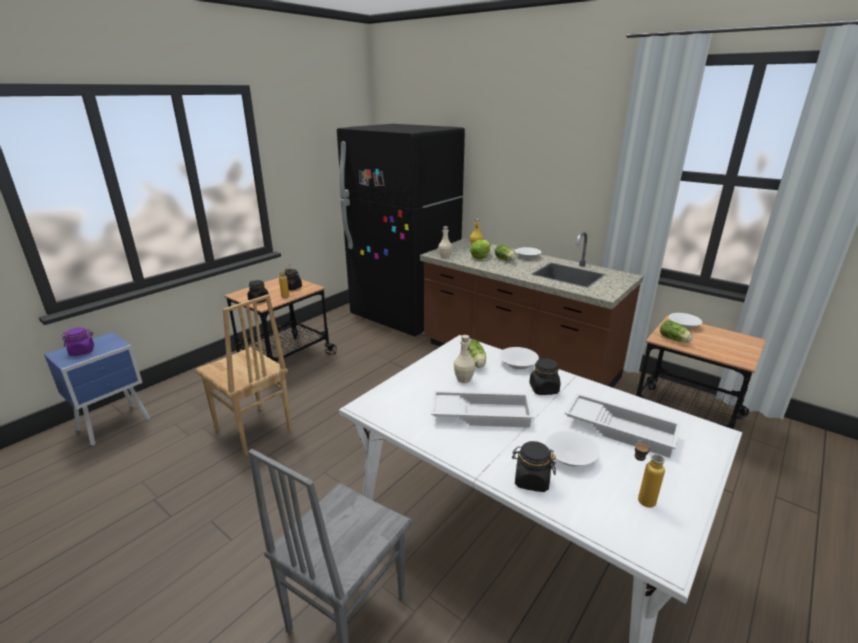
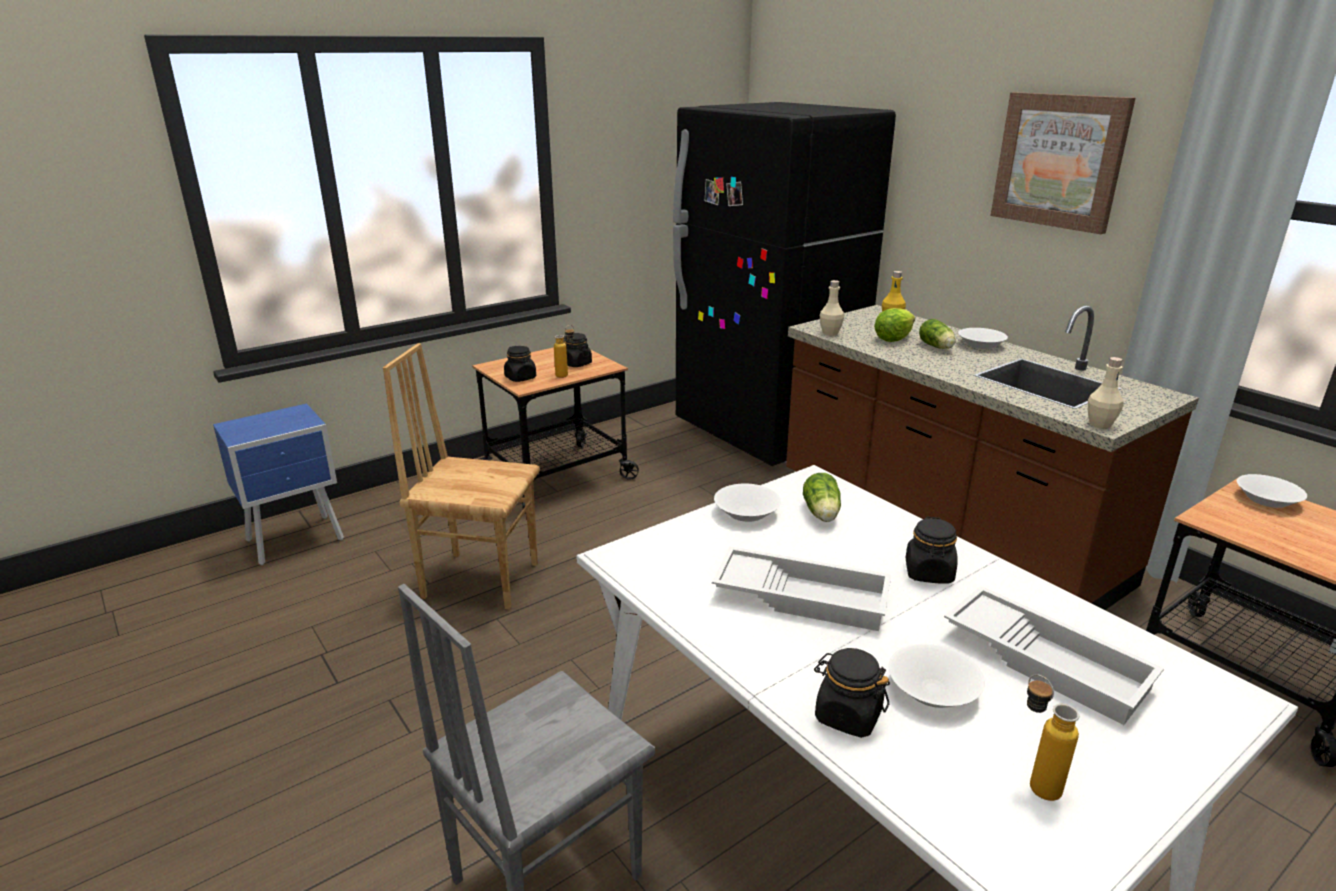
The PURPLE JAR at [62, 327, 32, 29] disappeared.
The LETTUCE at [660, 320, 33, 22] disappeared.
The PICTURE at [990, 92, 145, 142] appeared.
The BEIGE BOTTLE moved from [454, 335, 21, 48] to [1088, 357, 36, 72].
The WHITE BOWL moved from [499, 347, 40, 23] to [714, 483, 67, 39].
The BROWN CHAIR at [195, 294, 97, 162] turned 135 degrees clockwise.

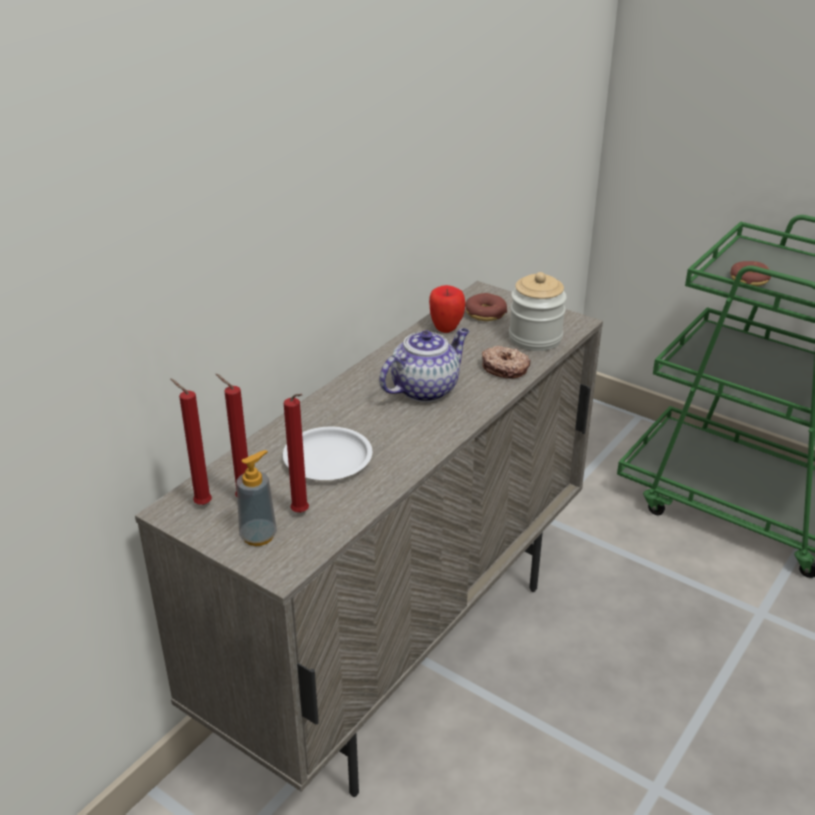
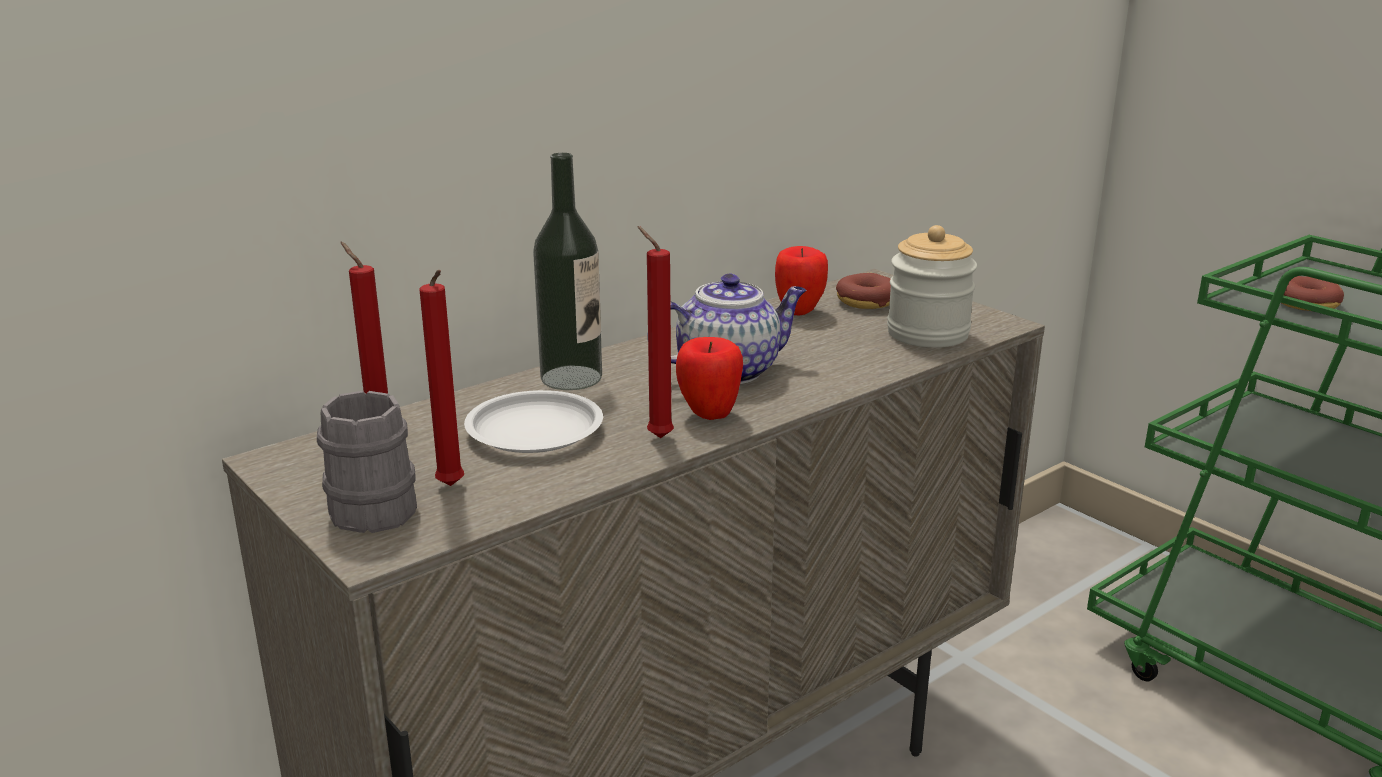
The DONUT at [482, 346, 49, 33] disappeared.
The BOTTLE at [533, 153, 69, 237] appeared.
The APPLE at [676, 337, 67, 83] appeared.
The RED CANDLE moved from [170, 379, 42, 126] to [637, 226, 37, 212].
The SOAP DISPENSER at [236, 450, 41, 96] was replaced by the GREY MUG at [317, 391, 100, 142].

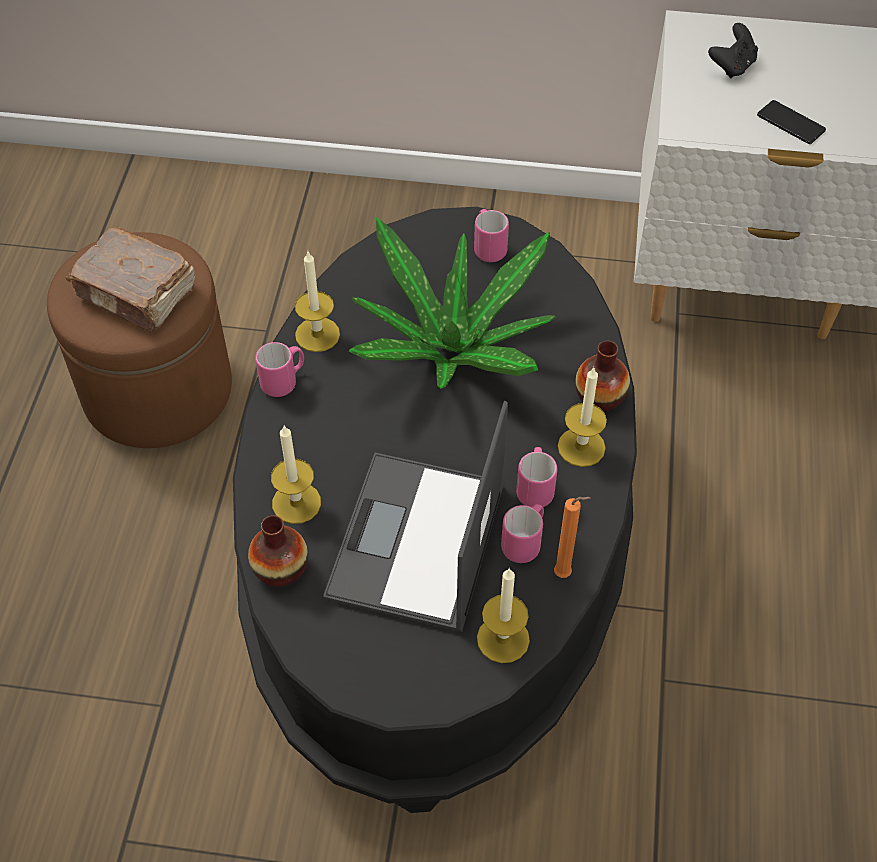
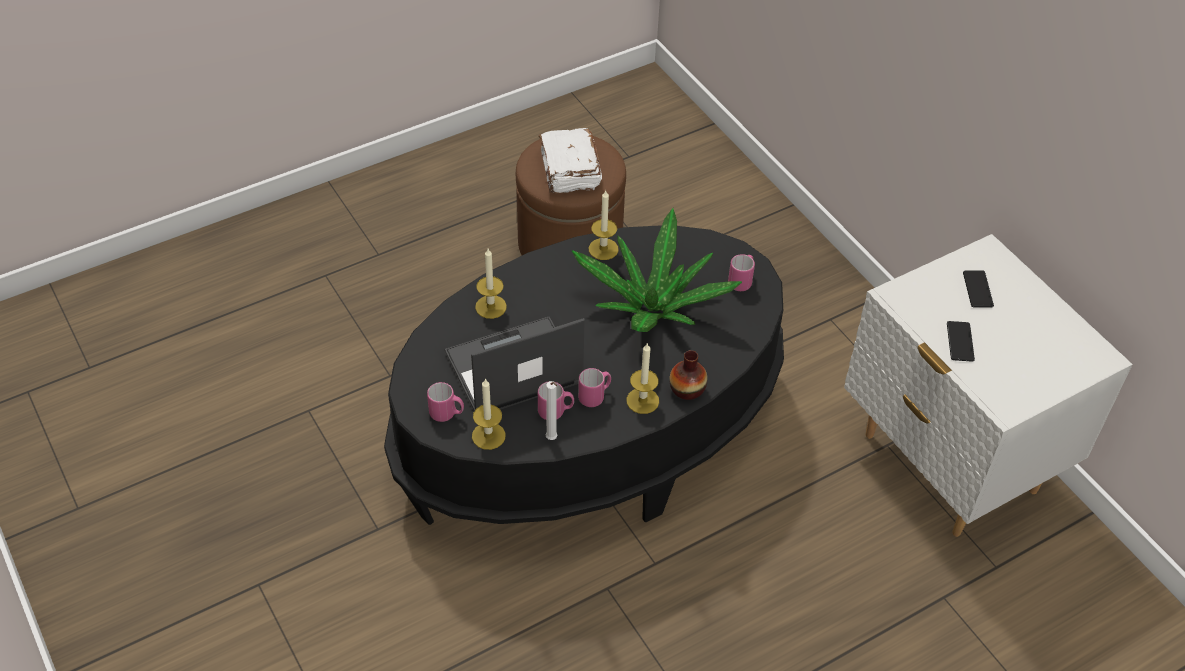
The VASE at [248, 515, 60, 72] disappeared.
The PINK MUG moved from [255, 342, 49, 55] to [427, 382, 37, 40].
The BLACK GAME CONTROLLER at [708, 23, 50, 56] was replaced by the PHONE at [963, 270, 31, 38].
The BROWN BOOK at [66, 227, 129, 105] became the WHITE BOOK at [539, 128, 63, 66].
The ORANGE CANDLE at [554, 497, 37, 81] became the WHITE CANDLE at [546, 381, 11, 59].

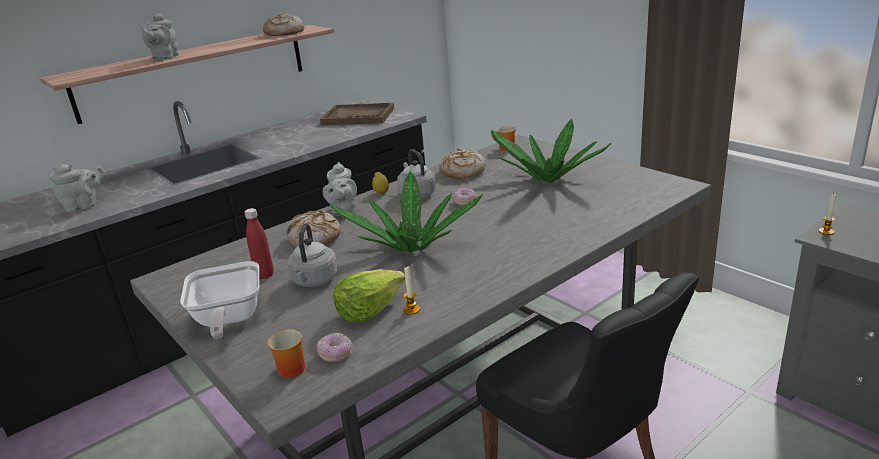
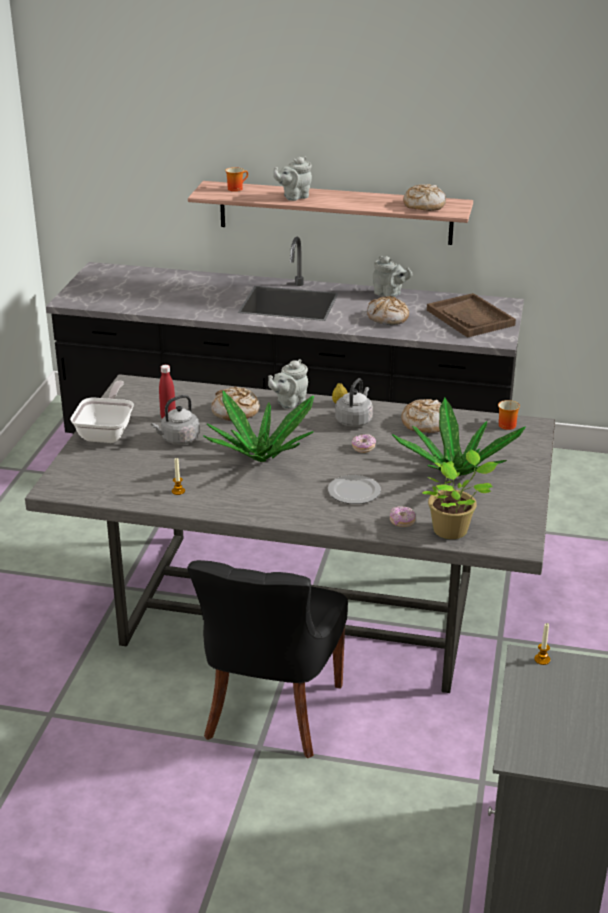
The LETTUCE at [333, 269, 72, 53] disappeared.
The PLATE at [328, 475, 53, 29] appeared.
The BREAD at [367, 296, 42, 29] appeared.
The POTTED PLANT at [422, 449, 76, 90] appeared.
The GREY TEAPOT moved from [50, 164, 56, 48] to [373, 256, 40, 41].
The MUG moved from [267, 330, 38, 48] to [225, 167, 23, 25].
The DONUT moved from [316, 333, 37, 29] to [390, 506, 25, 21].
The FRYING PAN at [180, 261, 79, 78] turned 150 degrees clockwise.

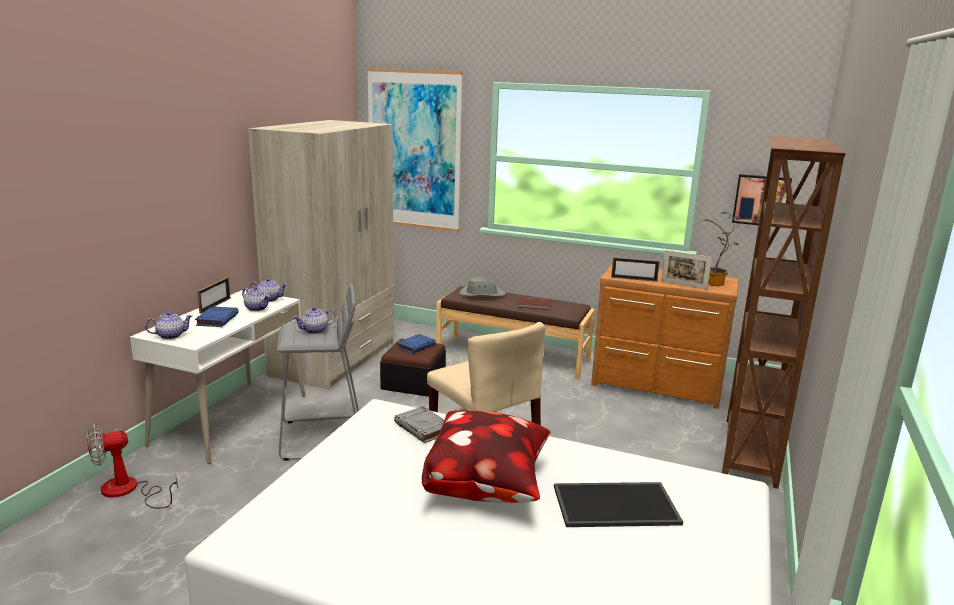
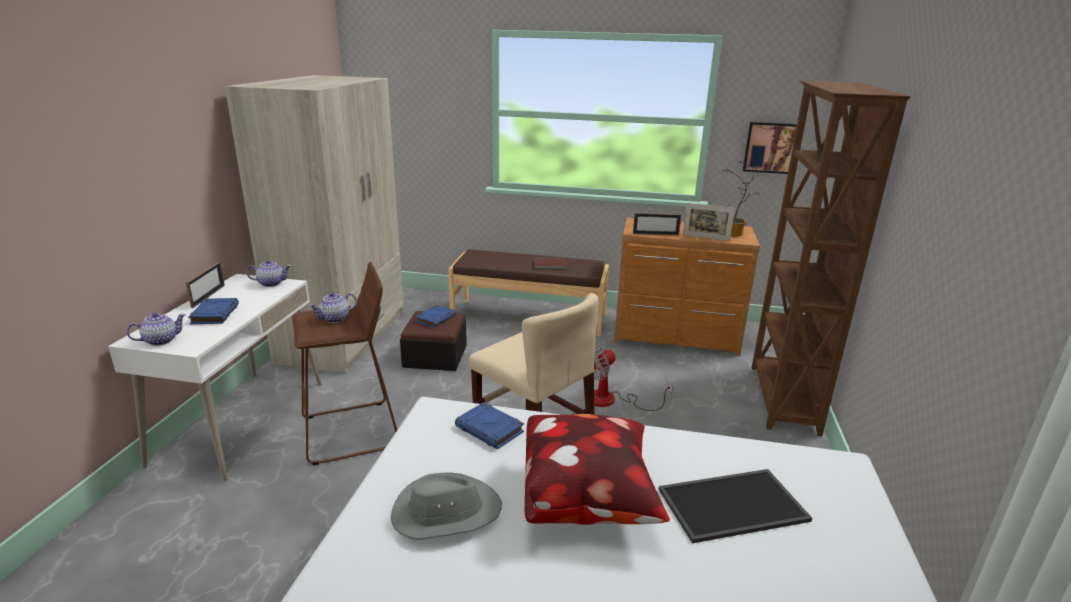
The TEAPOT at [242, 287, 28, 24] disappeared.
The PICTURE at [366, 68, 97, 164] disappeared.
The FAN moved from [87, 424, 91, 85] to [594, 346, 79, 65].
The GREY HAT moved from [459, 277, 47, 20] to [391, 472, 111, 68].
The GREY STOOL at [277, 284, 82, 176] became the BROWN STOOL at [292, 262, 105, 203].
The GREY BOOK at [394, 406, 50, 37] became the BLUE BOOK at [455, 402, 69, 48].

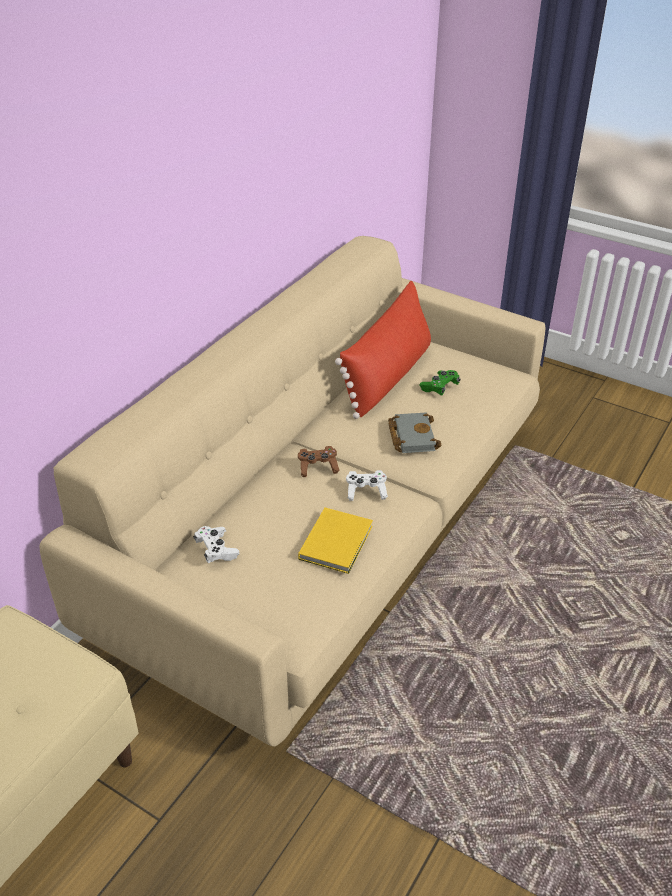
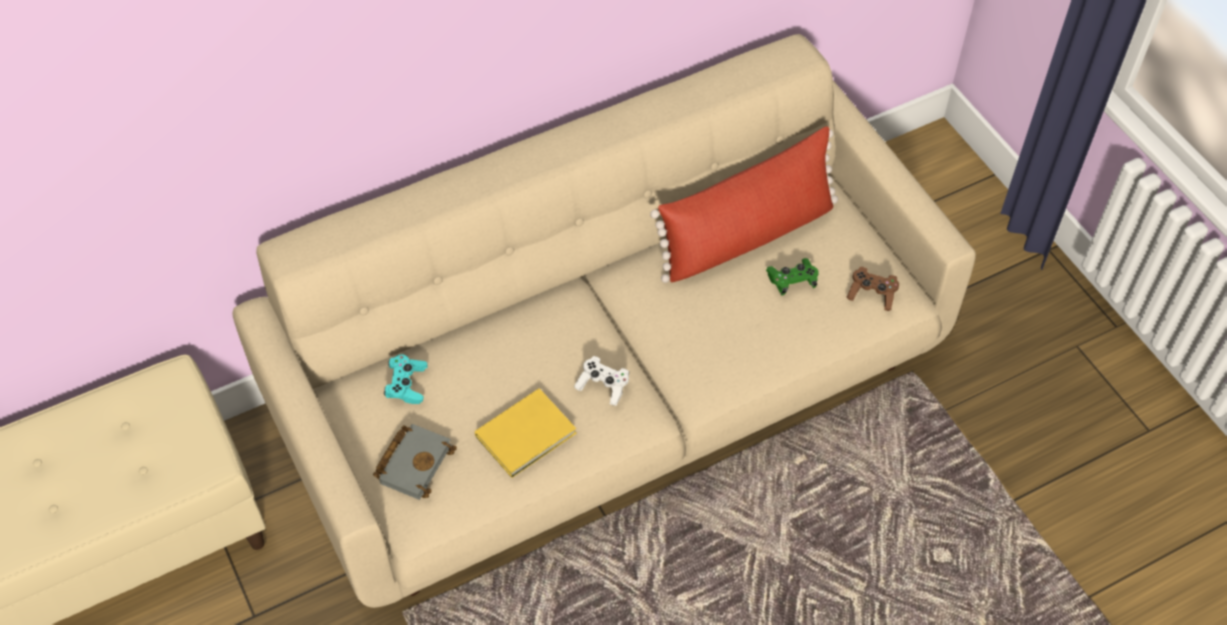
The BROWN GAME CONTROLLER moved from [298, 446, 42, 31] to [847, 267, 52, 44].
The GREY BOOK moved from [388, 412, 54, 41] to [373, 424, 84, 76].
The WHITE GAME CONTROLLER at [193, 526, 46, 37] became the TURQUOISE GAME CONTROLLER at [384, 355, 44, 49].

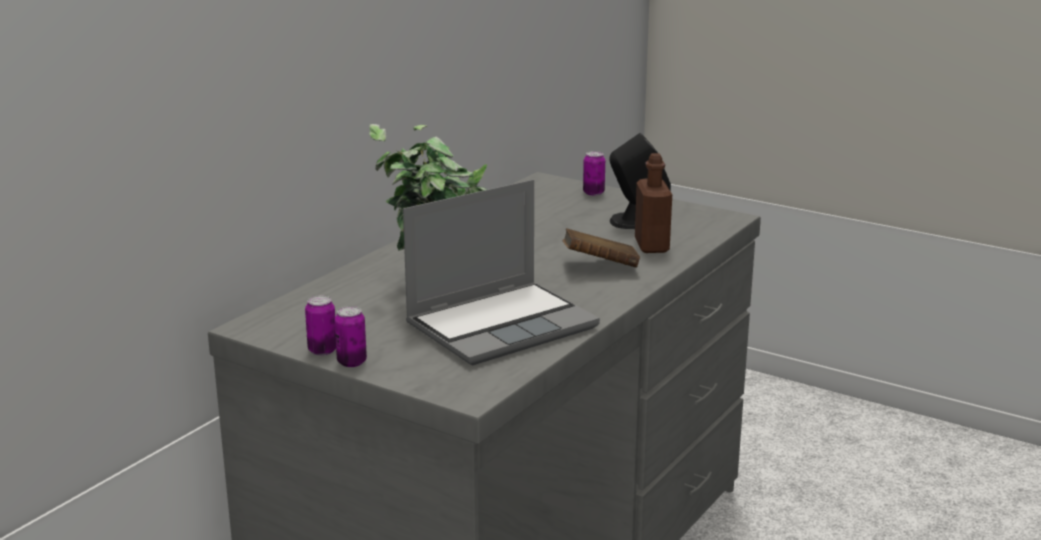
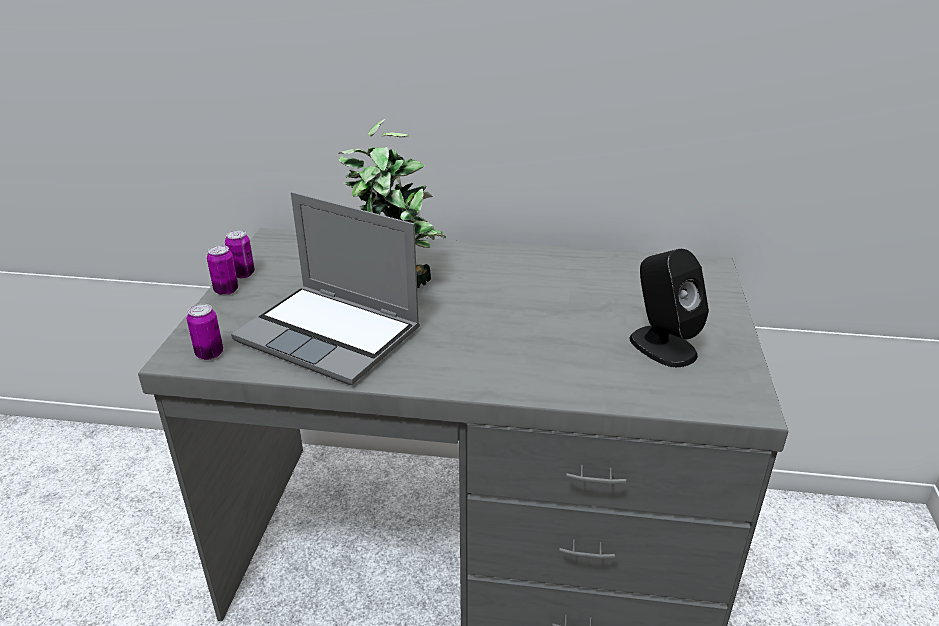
The BROWN BOOK at [563, 228, 77, 40] disappeared.
The BROWN BOTTLE at [635, 153, 37, 100] disappeared.
The CAN moved from [583, 151, 22, 45] to [187, 304, 36, 56].

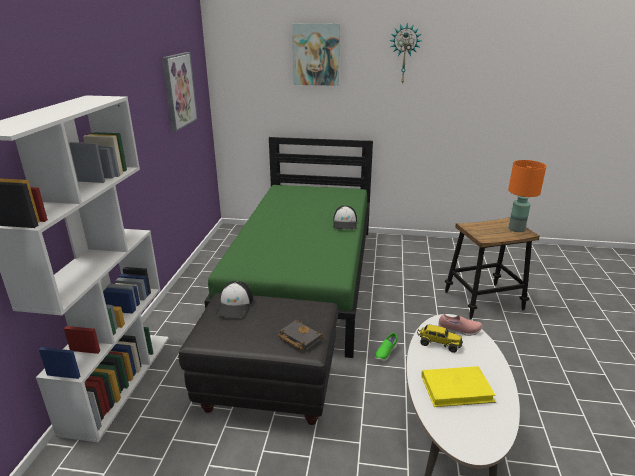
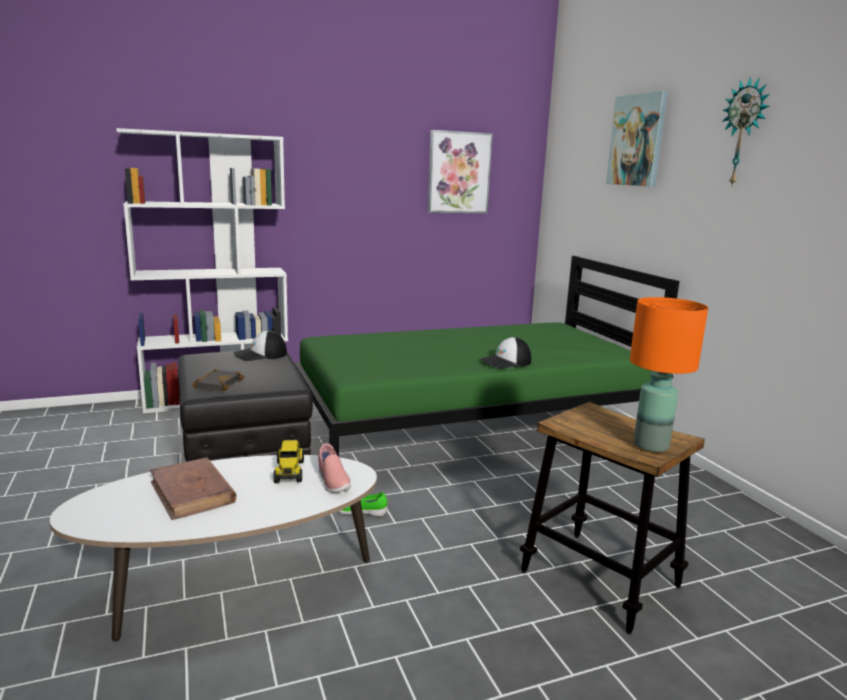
The YELLOW BOOK at [421, 366, 75, 41] became the BROWN BOOK at [150, 457, 86, 63].

